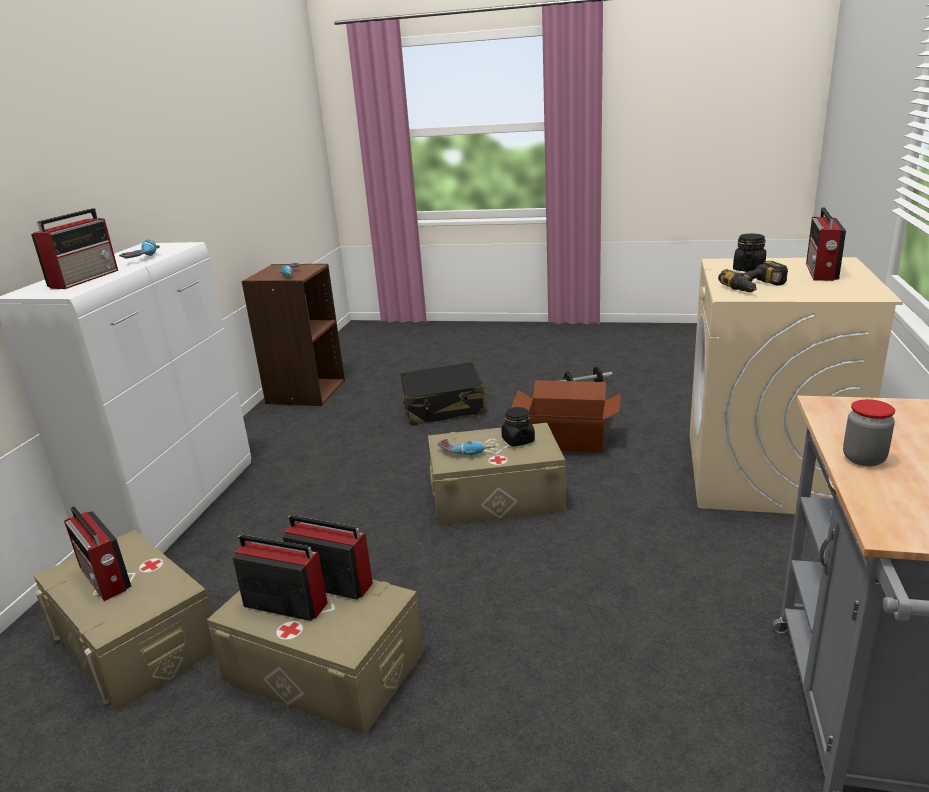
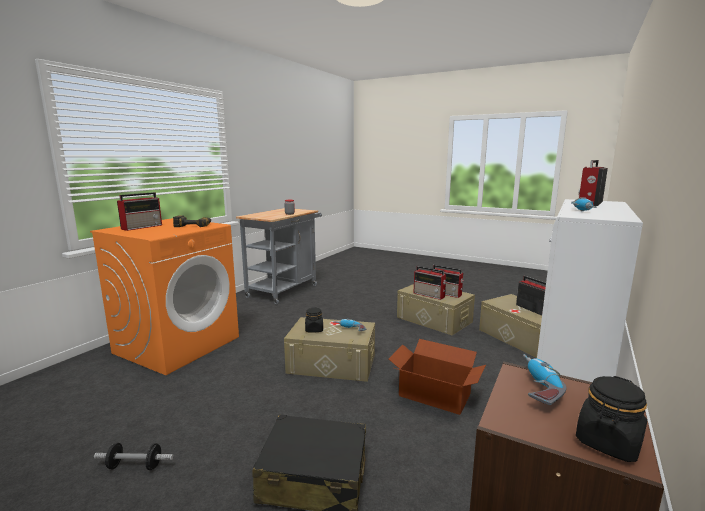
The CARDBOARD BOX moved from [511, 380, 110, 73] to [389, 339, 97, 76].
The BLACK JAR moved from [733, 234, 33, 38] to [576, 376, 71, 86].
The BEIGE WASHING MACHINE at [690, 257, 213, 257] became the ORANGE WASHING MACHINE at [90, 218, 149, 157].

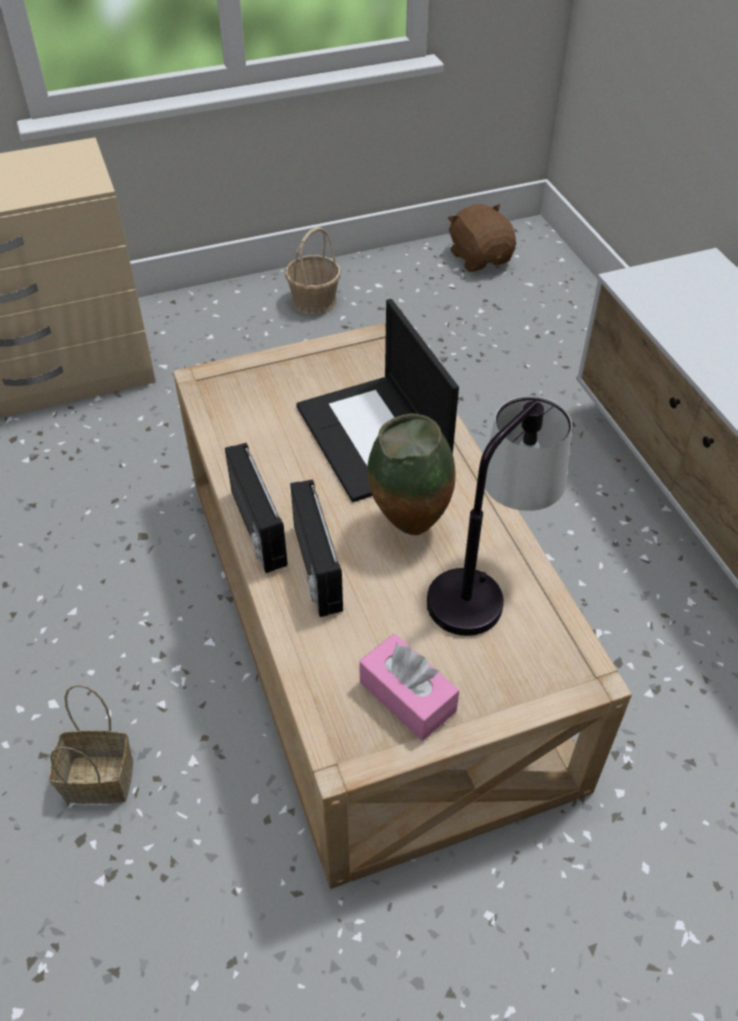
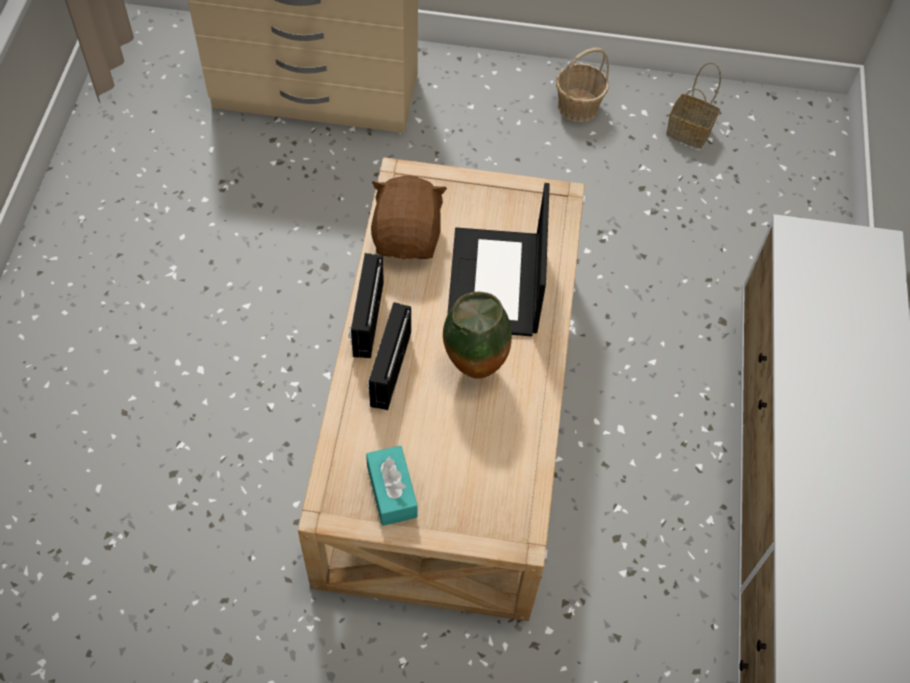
The TABLE LAMP at [427, 395, 145, 241] disappeared.
The BASKET moved from [49, 685, 84, 119] to [666, 62, 55, 87].
The BROWN PLUSH TOY moved from [448, 204, 68, 68] to [371, 175, 76, 84].
The PINK TISSUE BOX at [359, 634, 100, 107] became the TURQUOISE TISSUE BOX at [366, 446, 52, 80].

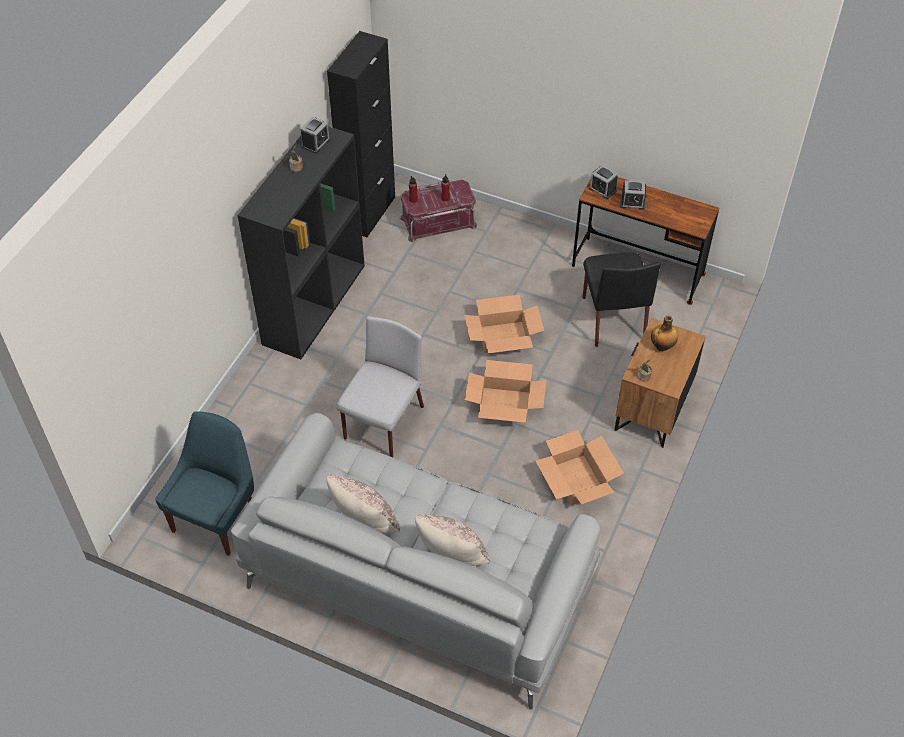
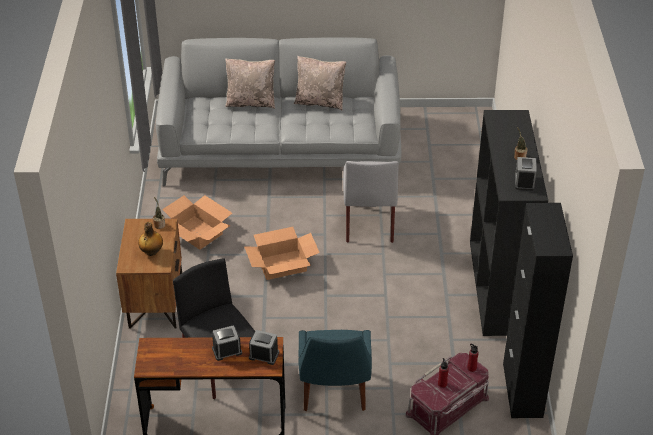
The CARDBOARD BOX at [464, 295, 80, 58] disappeared.
The BLUE CHAIR moved from [155, 411, 99, 145] to [298, 330, 74, 81].

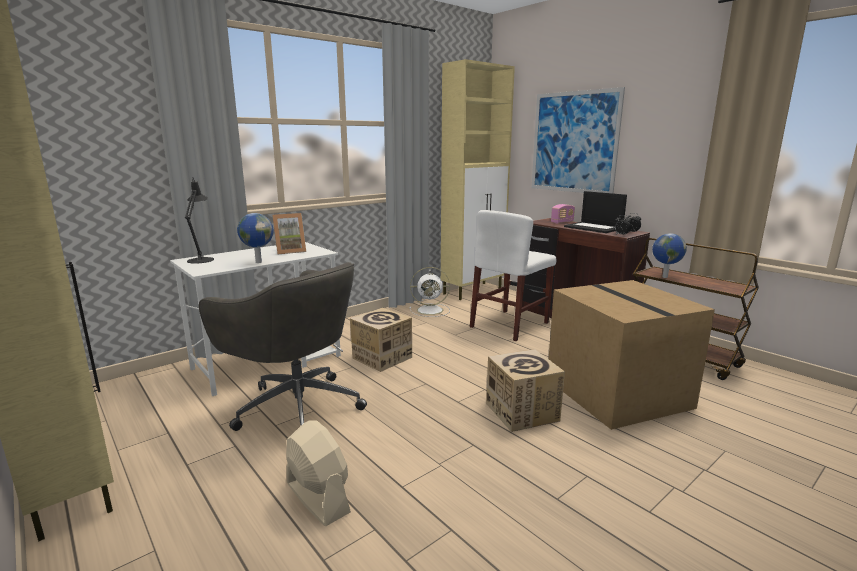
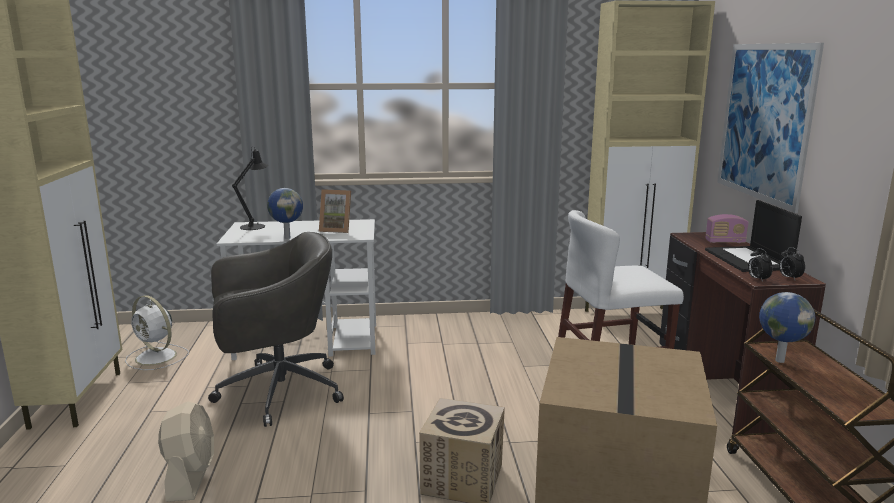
The CARDBOARD BOX at [350, 308, 62, 64] disappeared.
The WHITE FAN moved from [410, 267, 40, 50] to [125, 295, 64, 75].
The GREY OFFICE CHAIR at [199, 262, 168, 169] turned 90 degrees counterclockwise.

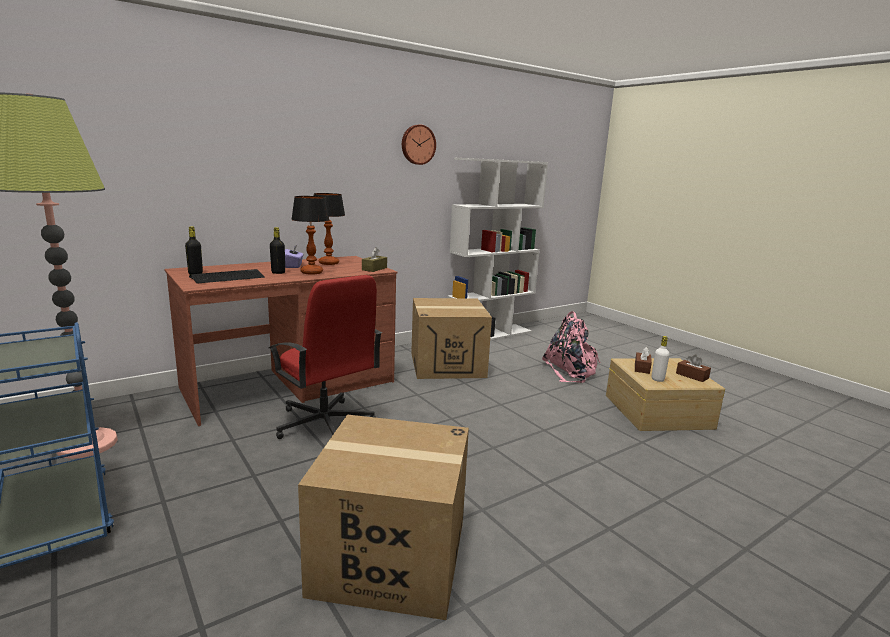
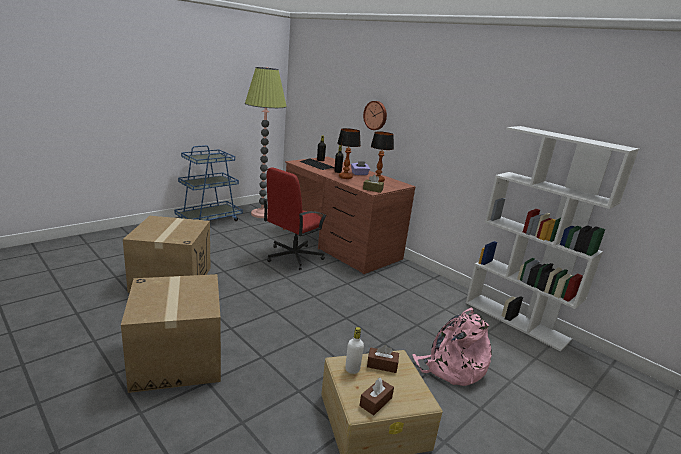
The WALL CLOCK moved from [402, 125, 34, 40] to [363, 101, 24, 29].
The CARDBOARD BOX moved from [411, 298, 81, 81] to [121, 274, 100, 119].

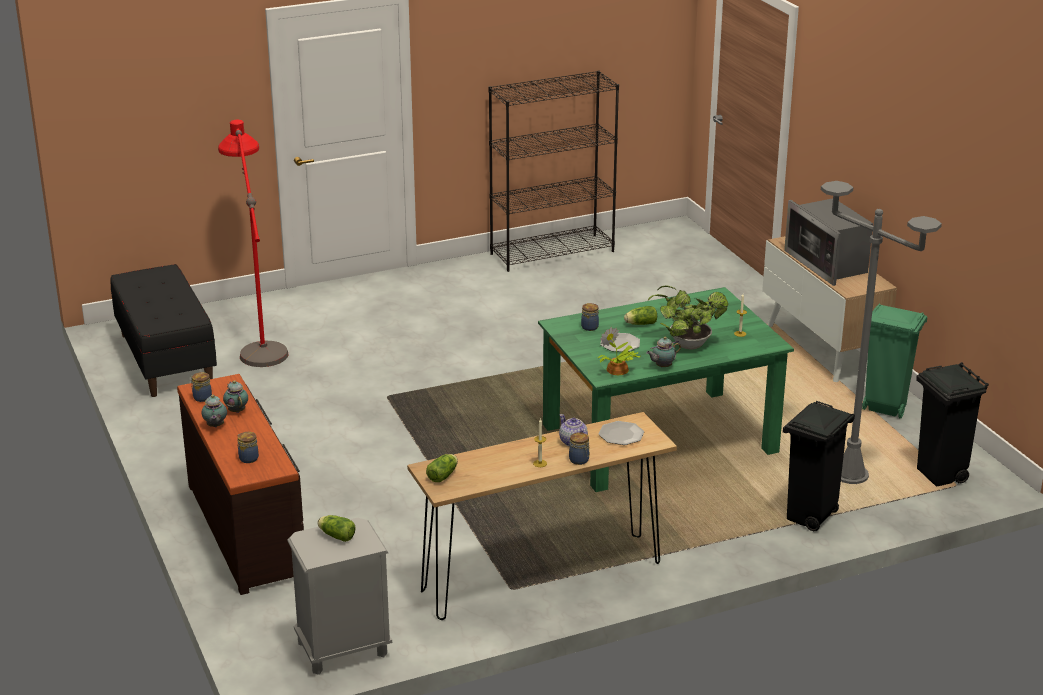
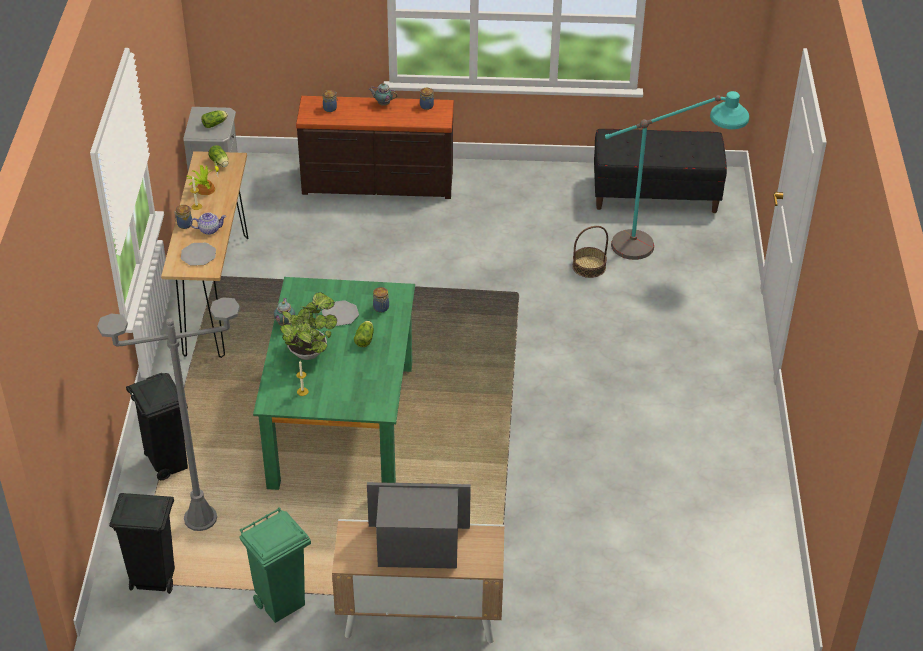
The TEAPOT at [223, 380, 25, 33] disappeared.
The BLACK BOOKCASE at [488, 71, 131, 201] disappeared.
The BASKET at [572, 226, 36, 52] appeared.
The POTTED PLANT moved from [598, 327, 43, 48] to [186, 161, 33, 34].
The RED FLOOR LAMP at [218, 119, 70, 248] became the TURQUOISE FLOOR LAMP at [605, 91, 144, 169].

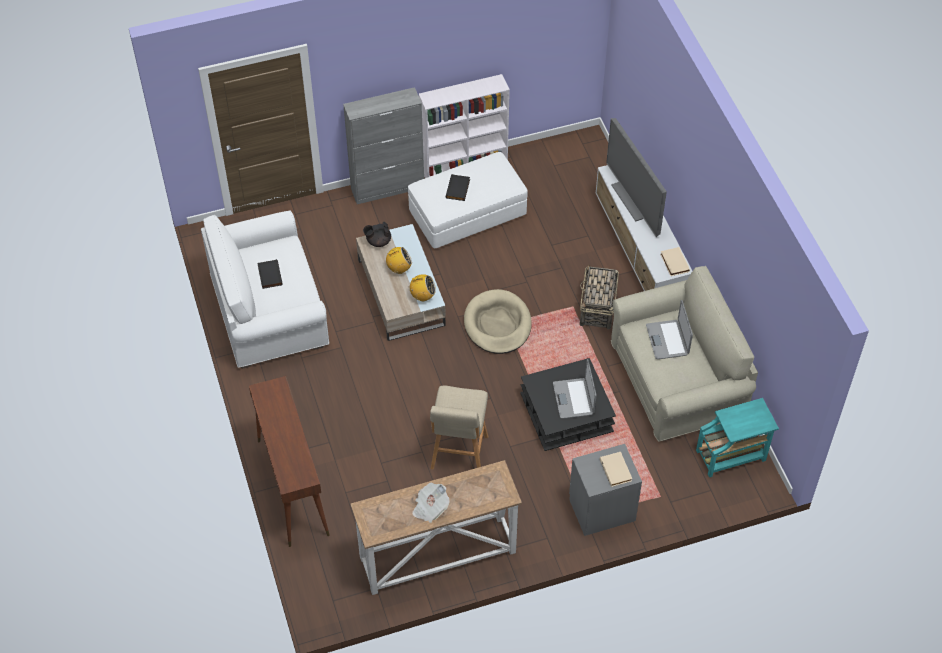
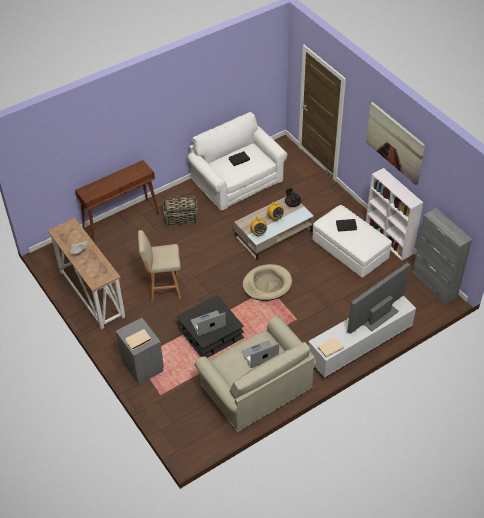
The TURQUOISE SIDE TABLE at [696, 398, 83, 79] disappeared.
The PICTURE at [366, 102, 59, 83] appeared.
The GREY CABINET moved from [343, 87, 81, 117] to [412, 208, 60, 96].
The BASKET moved from [580, 264, 39, 66] to [163, 195, 35, 32].

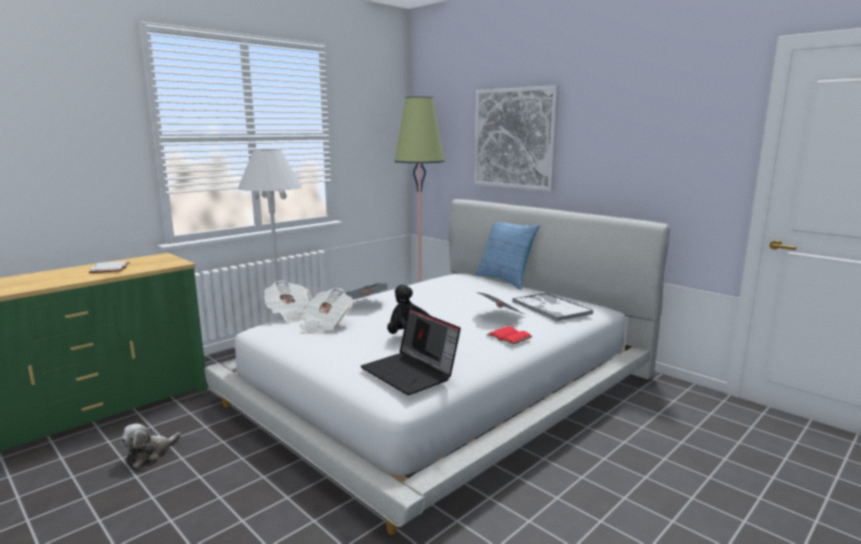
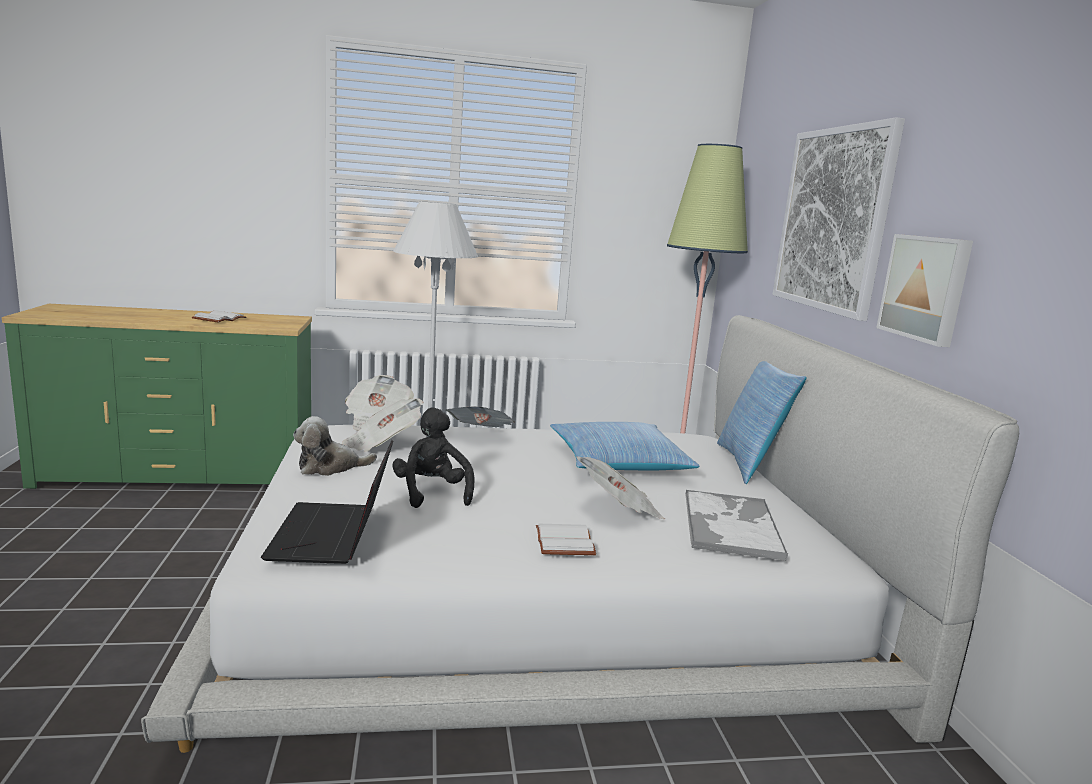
The PILLOW at [550, 422, 149, 49] appeared.
The PICTURE at [876, 234, 97, 113] appeared.
The PLUSH TOY moved from [121, 423, 60, 45] to [293, 416, 84, 60].
The RED BOOK at [487, 326, 45, 18] became the WHITE BOOK at [536, 524, 60, 31].

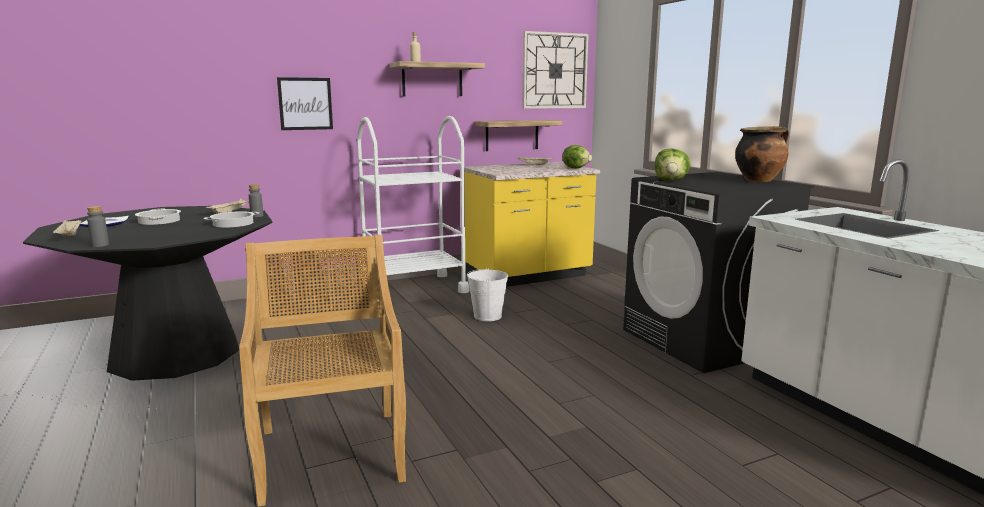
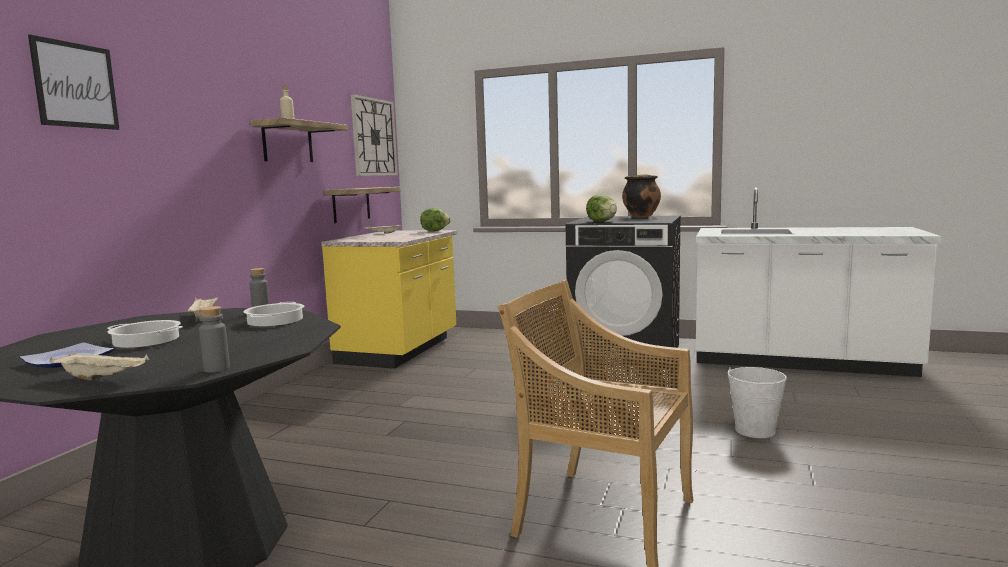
The WHITE CART at [357, 116, 112, 177] disappeared.
The PICTURE moved from [277, 77, 56, 53] to [28, 35, 92, 95].
The WHITE BUCKET moved from [467, 268, 41, 53] to [728, 367, 59, 71].

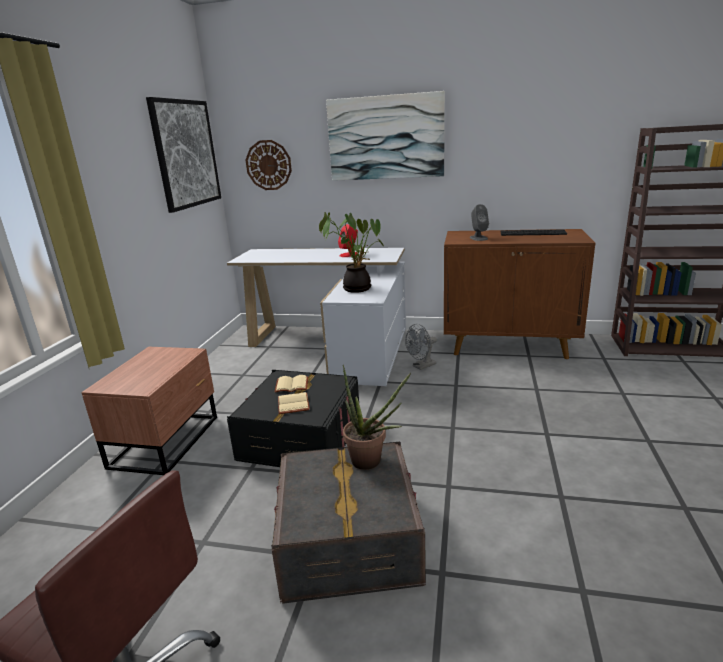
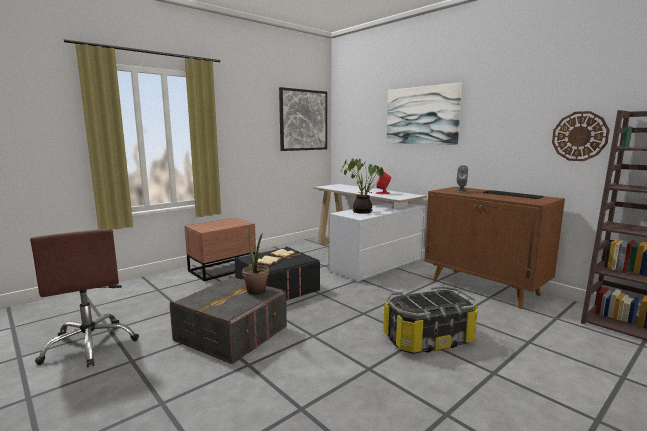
The GREY FAN at [405, 324, 32, 46] disappeared.
The STORAGE BOX at [383, 286, 95, 68] appeared.
The WALL CLOCK moved from [246, 140, 46, 50] to [552, 111, 58, 50].

